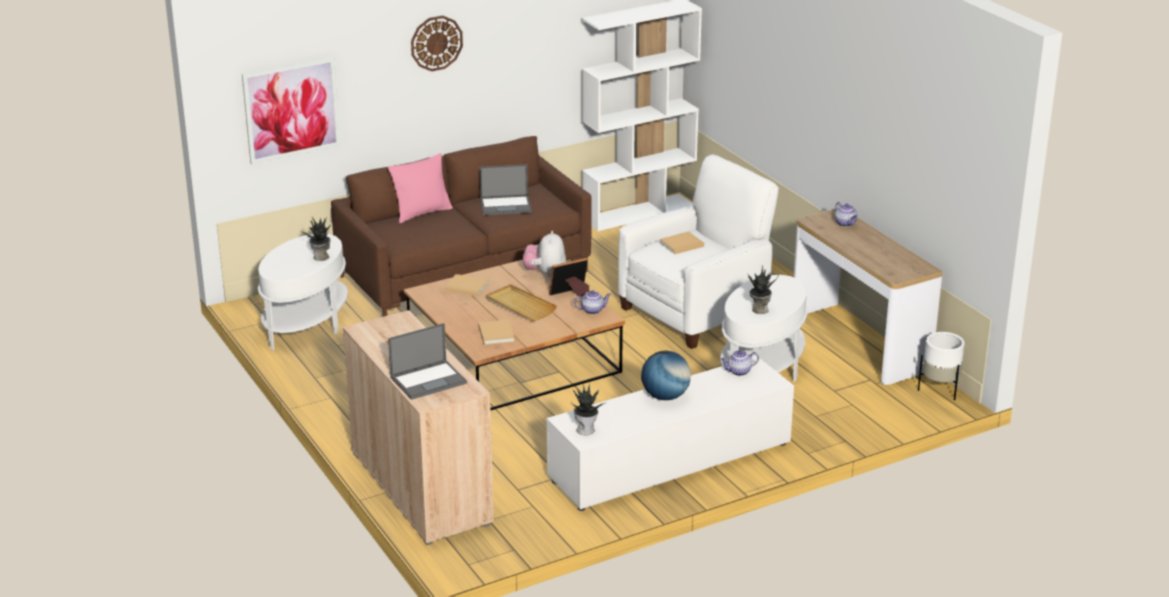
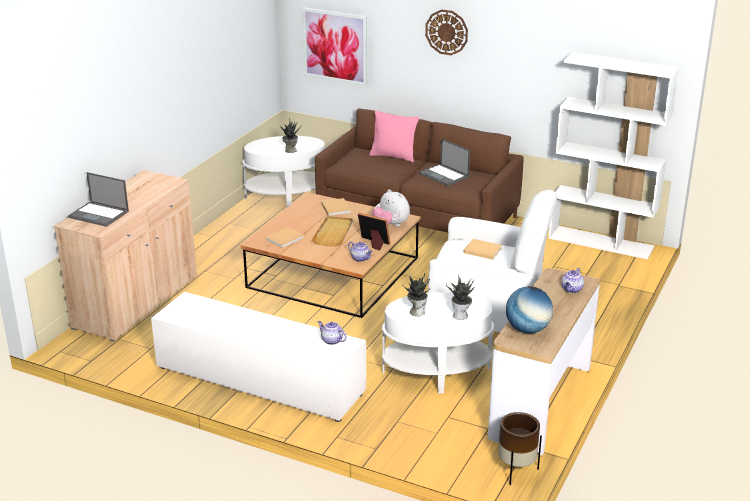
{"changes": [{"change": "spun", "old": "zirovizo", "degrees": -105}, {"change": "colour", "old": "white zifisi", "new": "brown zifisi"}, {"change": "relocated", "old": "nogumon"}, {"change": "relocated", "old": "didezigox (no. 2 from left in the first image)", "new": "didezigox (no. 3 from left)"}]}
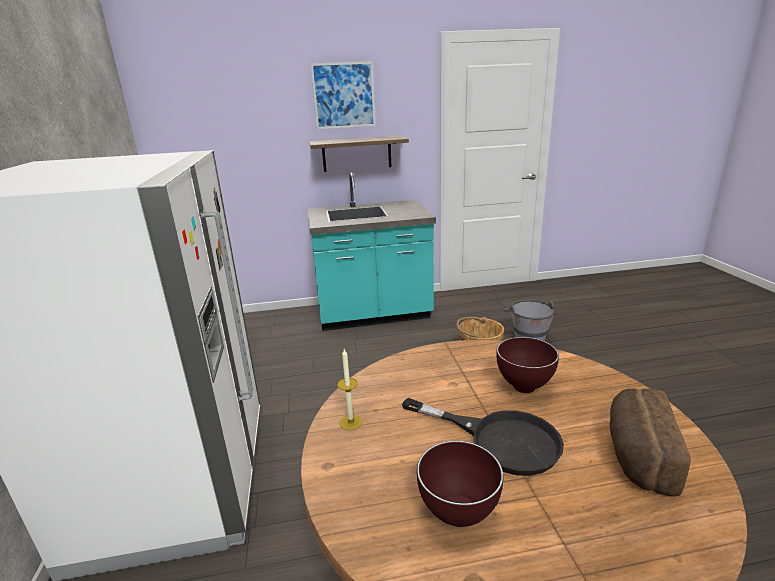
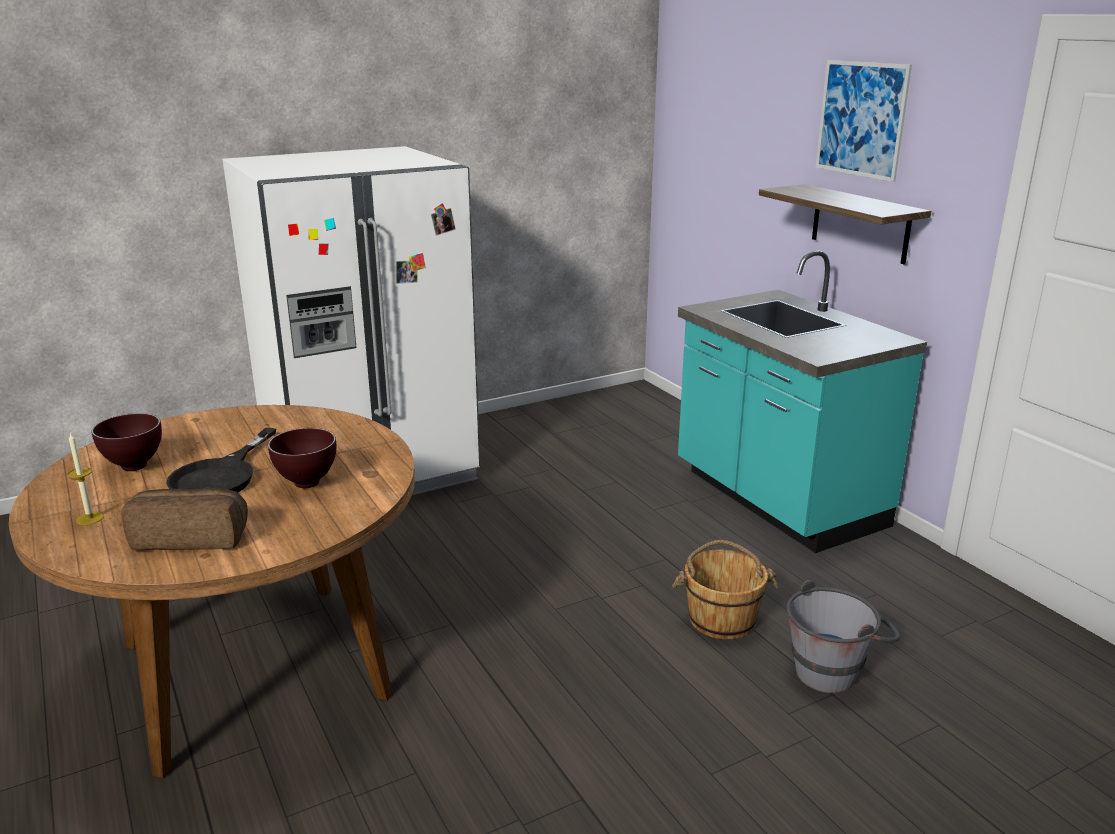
{"changes": [{"change": "relocated", "old": "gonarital"}]}
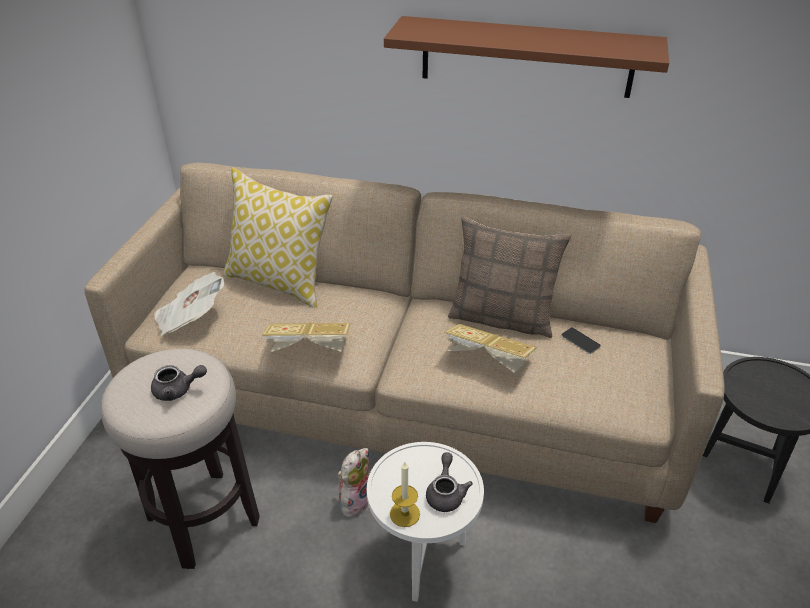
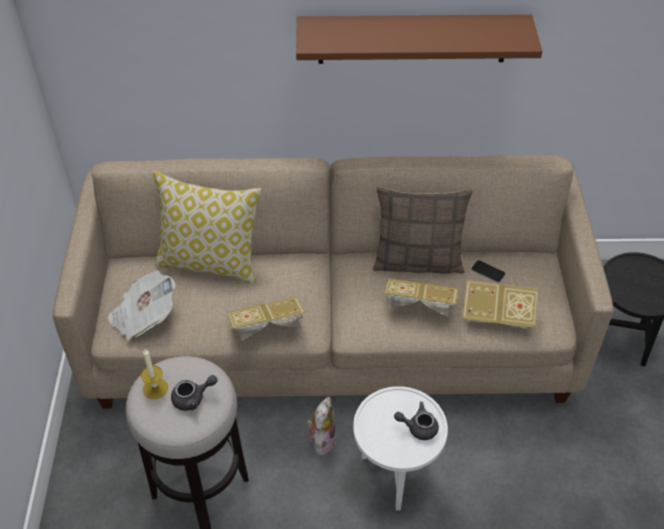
{"changes": [{"change": "spun", "old": "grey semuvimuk (no. 2 from left)", "degrees": -75}, {"change": "relocated", "old": "gonarital"}, {"change": "appeared", "new": "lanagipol (no. 3 from left)"}]}
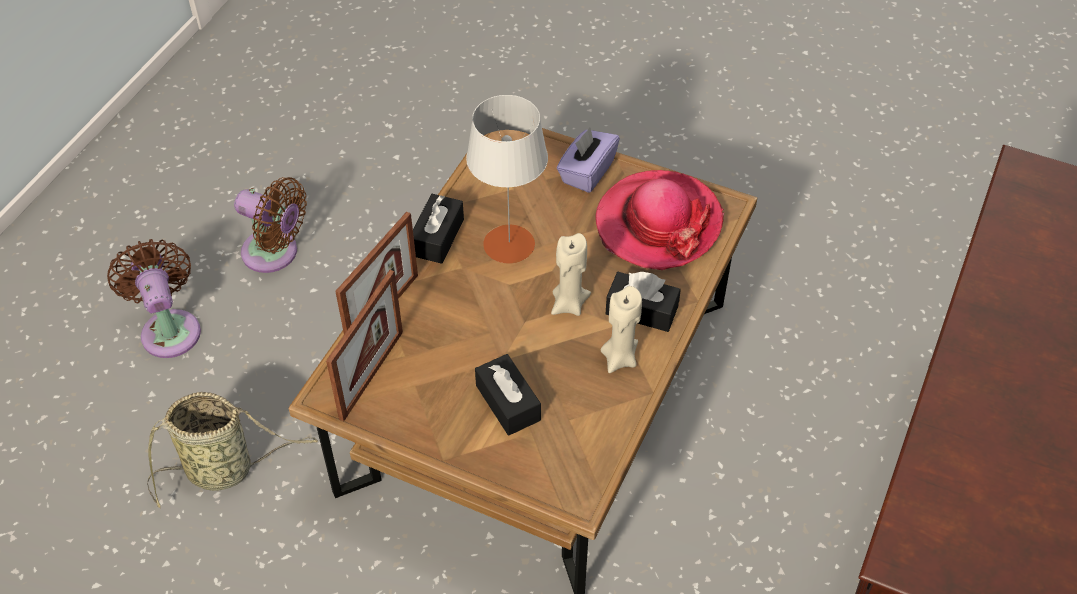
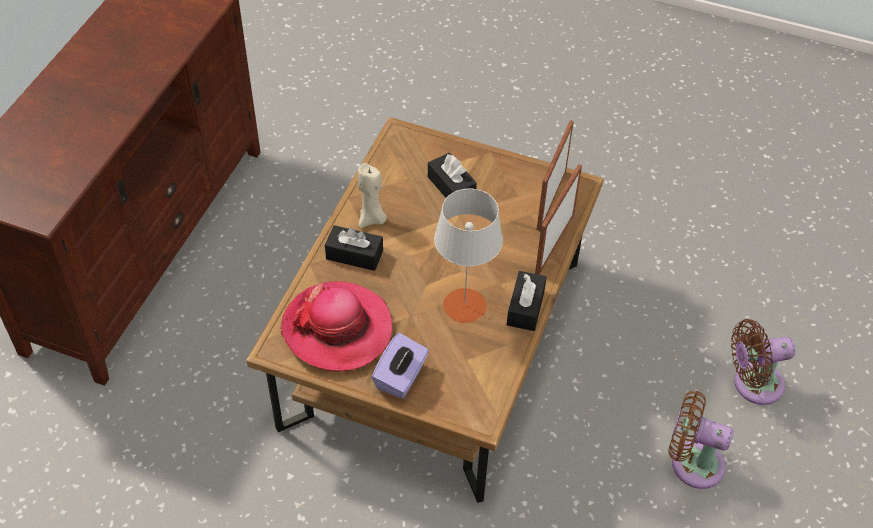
{"changes": [{"change": "missing", "old": "beige gonarital (no. 1 from left)"}, {"change": "spun", "old": "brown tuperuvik (no. 1 from left in the first image)", "degrees": 105}, {"change": "missing", "old": "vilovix"}]}
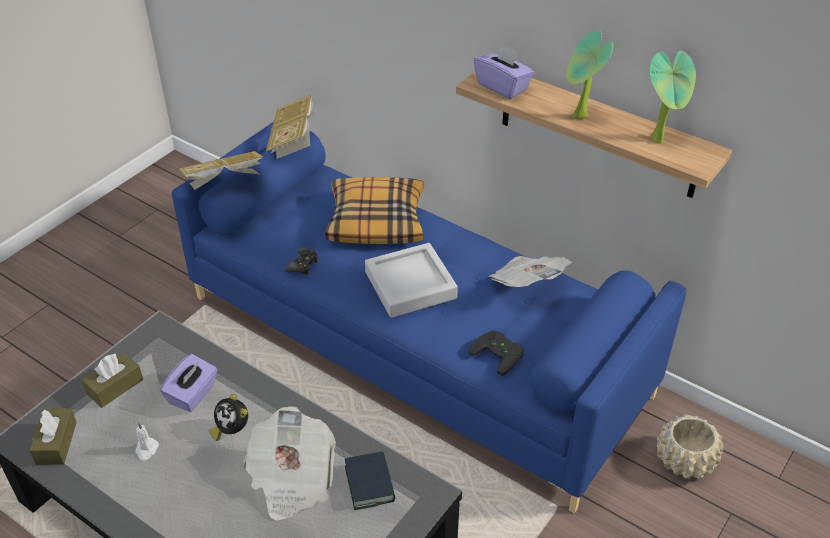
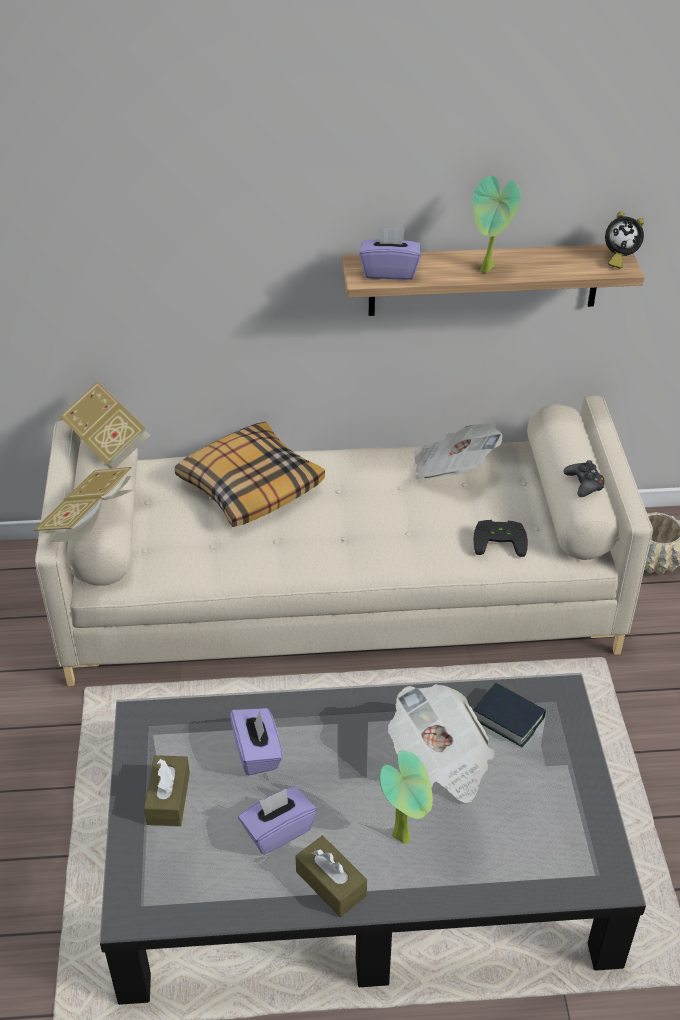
{"changes": [{"change": "relocated", "old": "didezigox (no. 2 from left in the first image)", "new": "didezigox (no. 1 from left)"}, {"change": "colour", "old": "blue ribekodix", "new": "beige ribekodix"}, {"change": "missing", "old": "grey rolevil"}, {"change": "relocated", "old": "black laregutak (no. 1 from left in the first image)", "new": "black laregutak (no. 2 from left)"}, {"change": "relocated", "old": "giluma"}, {"change": "relocated", "old": "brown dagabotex (no. 1 from left in the first image)", "new": "brown dagabotex (no. 2 from left)"}, {"change": "exchanged", "old": "white gonarital", "new": "purple dagabotex (no. 2 from left)"}]}
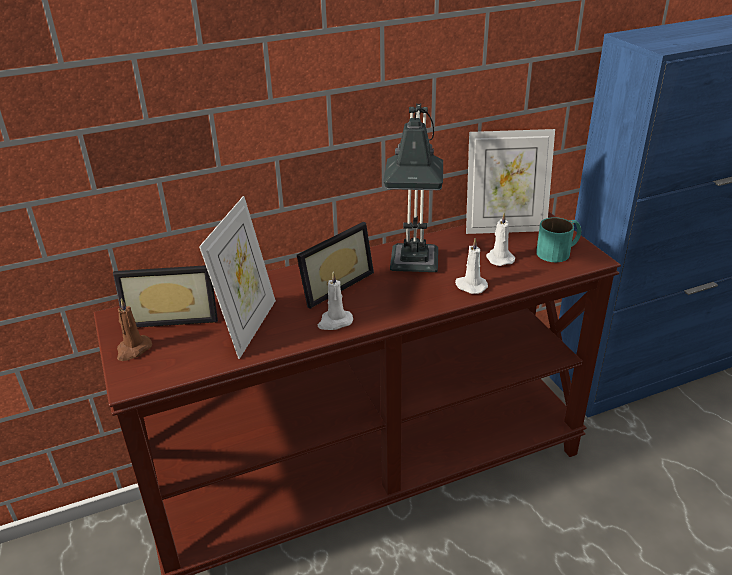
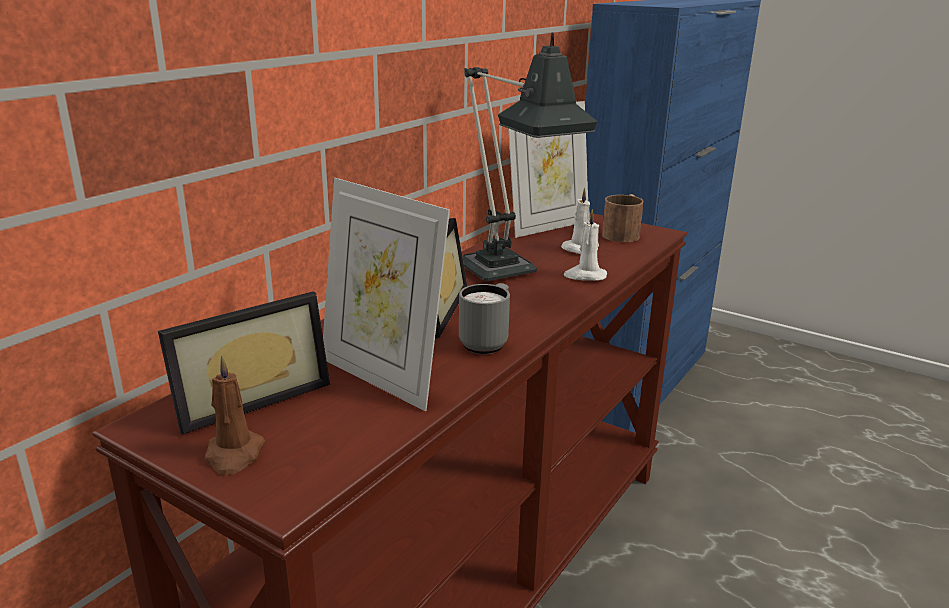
{"changes": [{"change": "spun", "old": "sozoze (no. 2 from left)", "degrees": 150}, {"change": "colour", "old": "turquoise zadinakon", "new": "brown zadinakon"}, {"change": "exchanged", "old": "white gonarital (no. 1 from left)", "new": "grey zadinakon"}]}
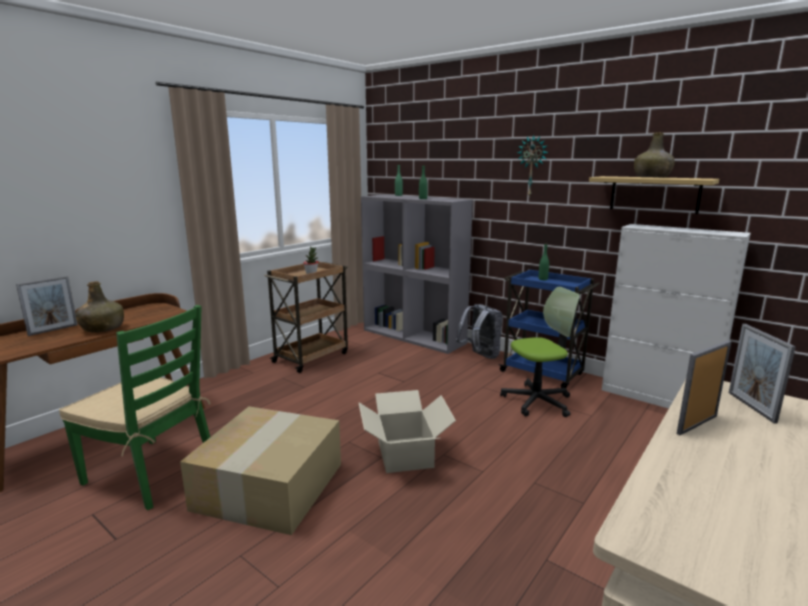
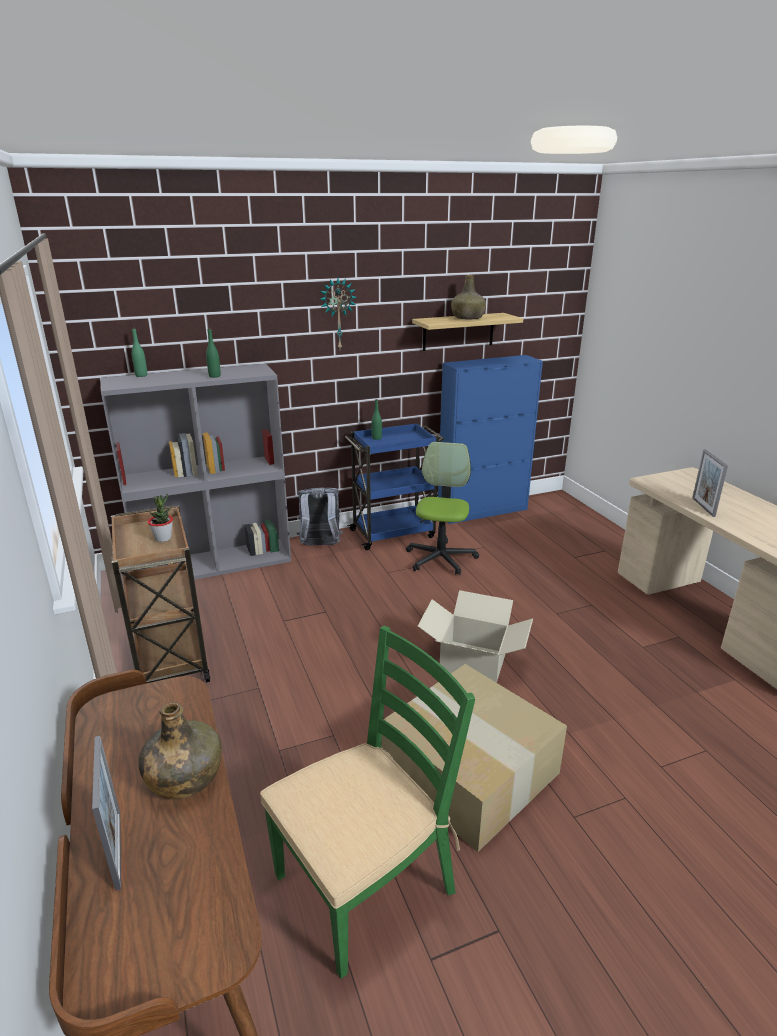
{"changes": [{"change": "colour", "old": "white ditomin", "new": "blue ditomin"}, {"change": "missing", "old": "sozoze (no. 3 from left)"}]}
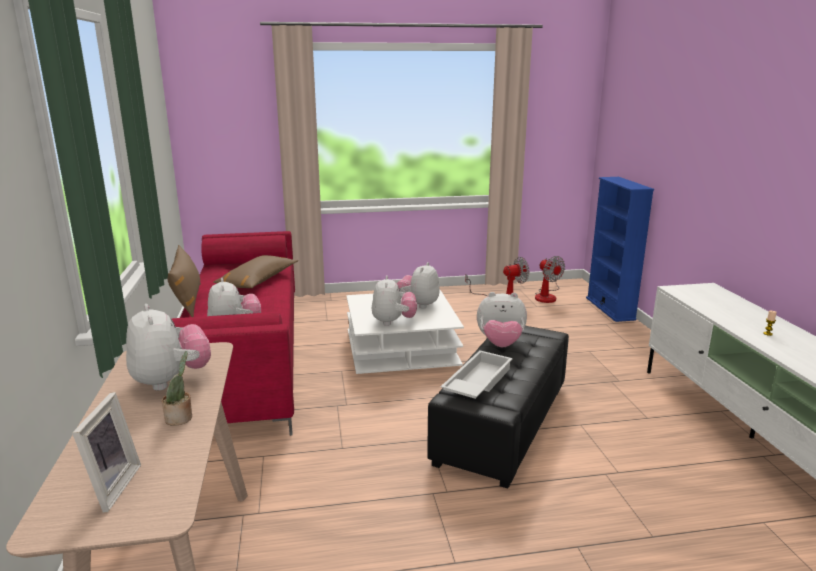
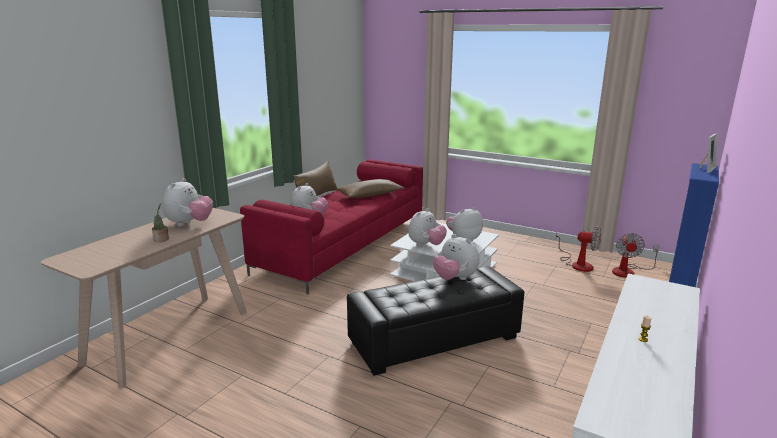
{"changes": [{"change": "missing", "old": "white rolevil"}, {"change": "relocated", "old": "sozoze"}]}
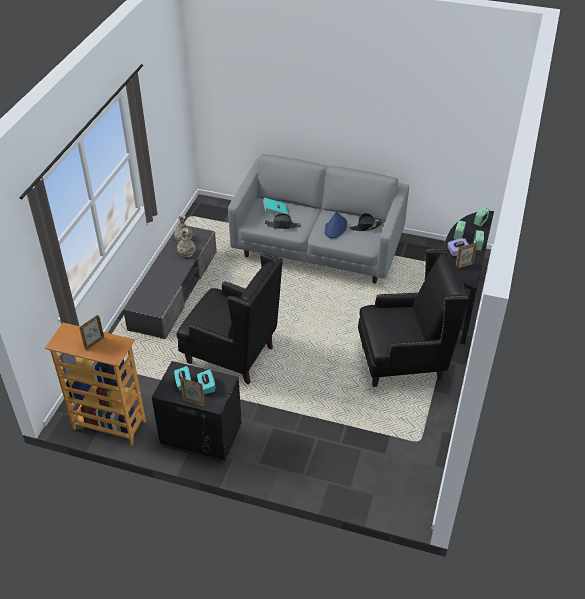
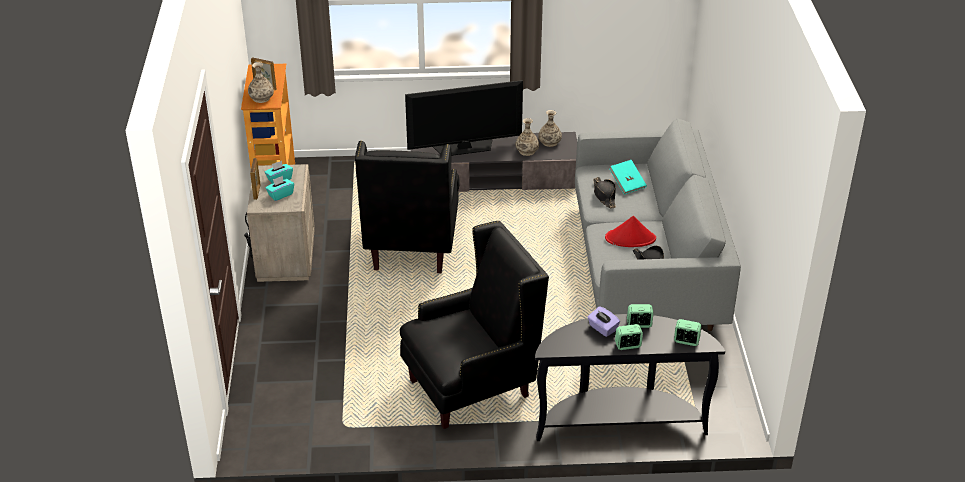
{"changes": [{"change": "colour", "old": "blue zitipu", "new": "red zitipu"}, {"change": "missing", "old": "sozoze (no. 3 from left)"}, {"change": "spun", "old": "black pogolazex (no. 2 from left)", "degrees": -90}, {"change": "colour", "old": "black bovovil", "new": "beige bovovil"}, {"change": "appeared", "new": "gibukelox (no. 1 from left)"}, {"change": "appeared", "new": "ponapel"}]}
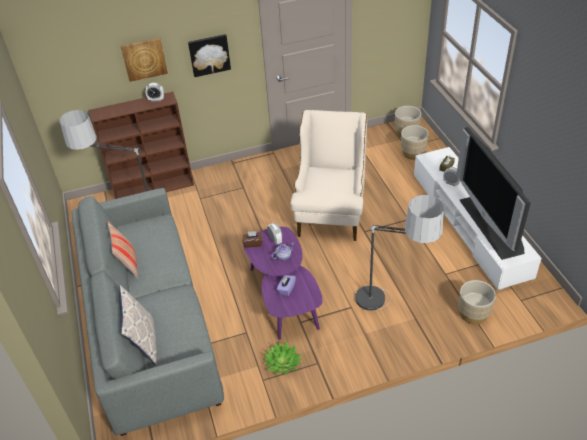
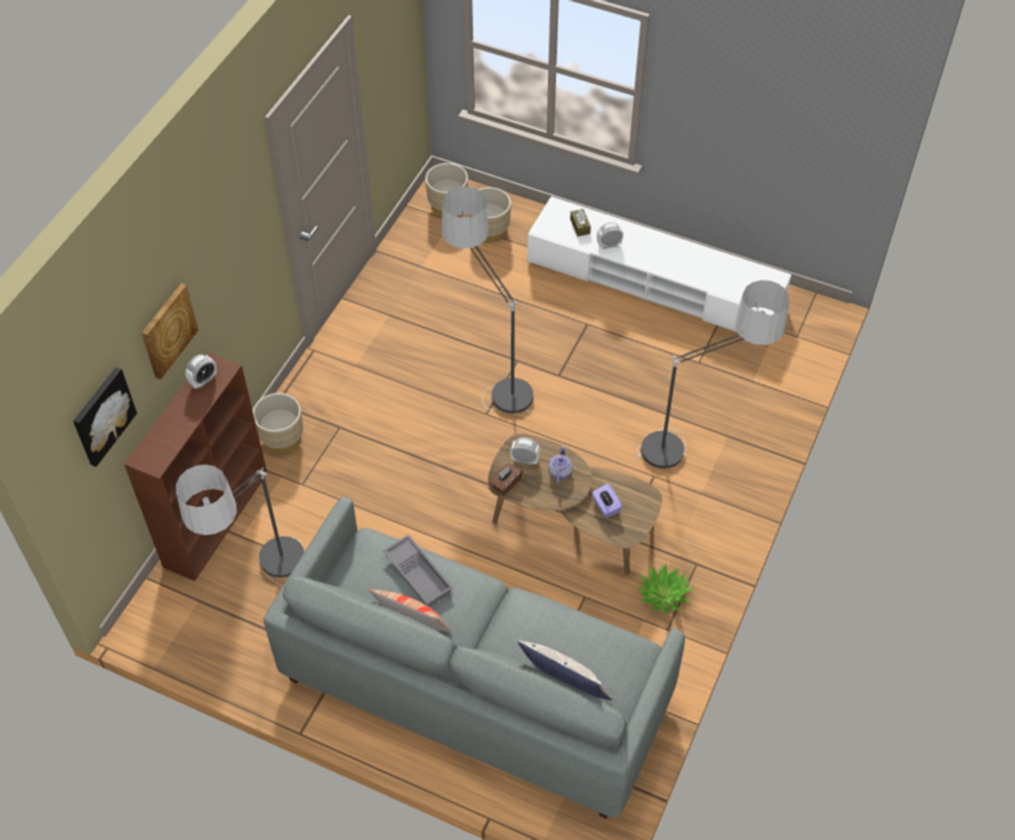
{"changes": [{"change": "relocated", "old": "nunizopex (no. 2 from left in the first image)", "new": "nunizopex (no. 1 from left)"}, {"change": "exchanged", "old": "beige pogolazex", "new": "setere (no. 2 from left)"}, {"change": "missing", "old": "ponapel"}, {"change": "colour", "old": "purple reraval", "new": "brown reraval"}, {"change": "relocated", "old": "beige zifisi (no. 3 from left in the first image)", "new": "beige zifisi (no. 1 from left)"}, {"change": "appeared", "new": "grey rolevil"}]}
